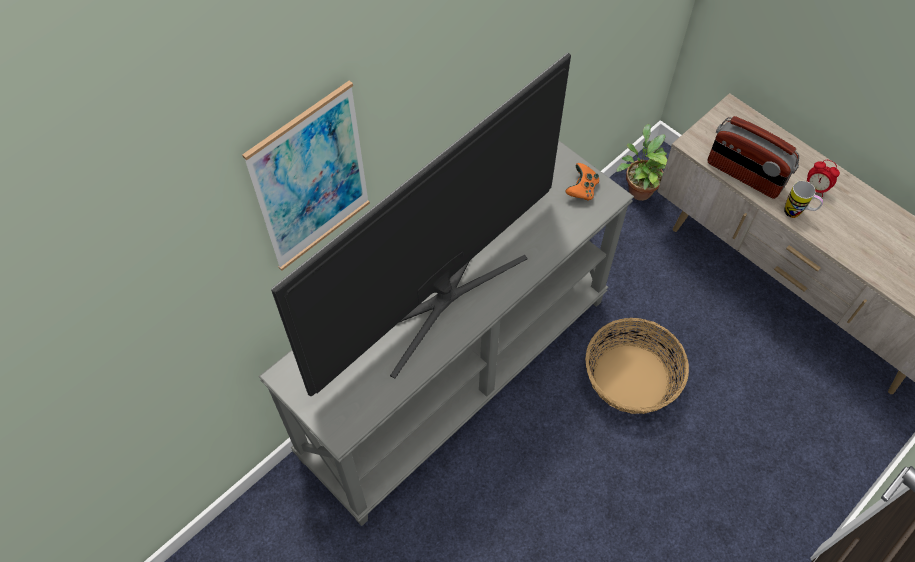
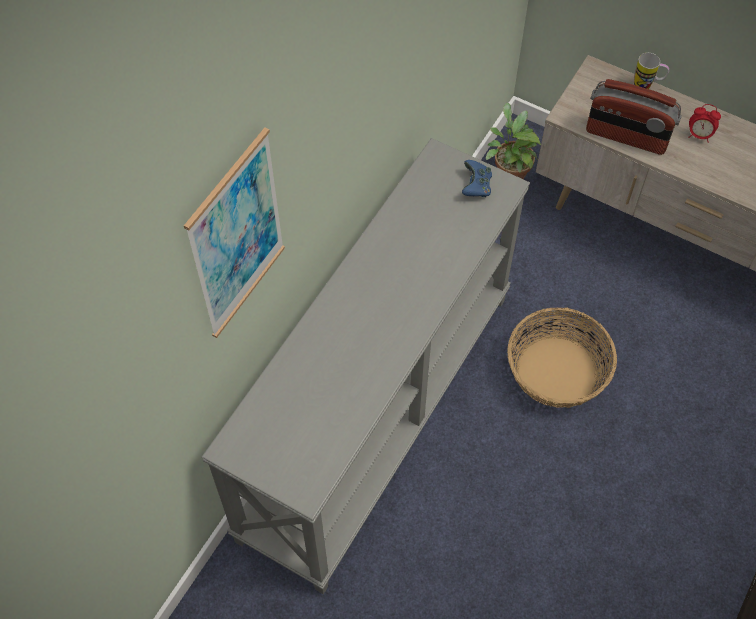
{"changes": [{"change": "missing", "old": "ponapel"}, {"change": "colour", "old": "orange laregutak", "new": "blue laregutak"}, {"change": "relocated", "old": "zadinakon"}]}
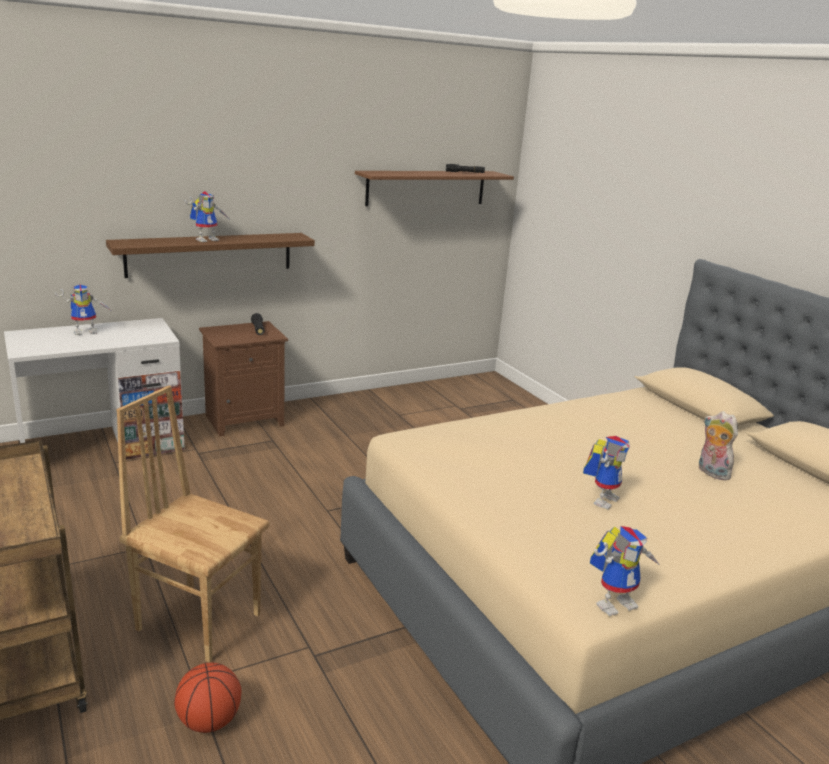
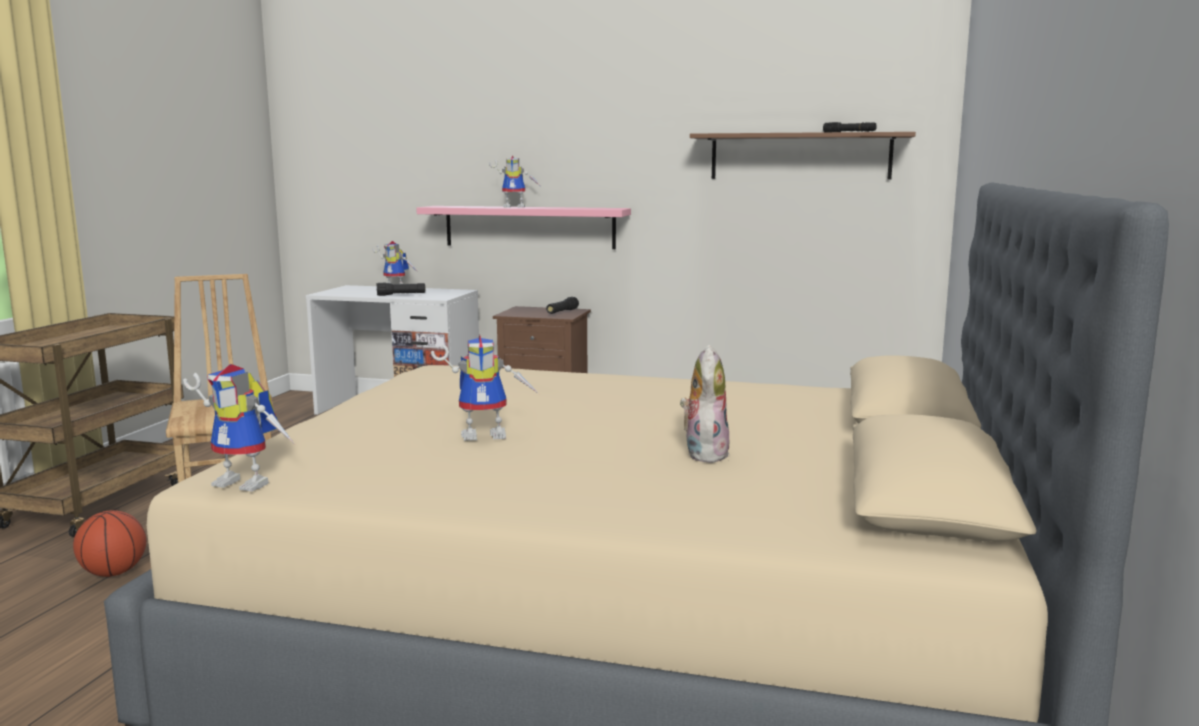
{"changes": [{"change": "colour", "old": "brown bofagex (no. 1 from left)", "new": "pink bofagex"}, {"change": "appeared", "new": "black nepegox (no. 1 from left)"}]}
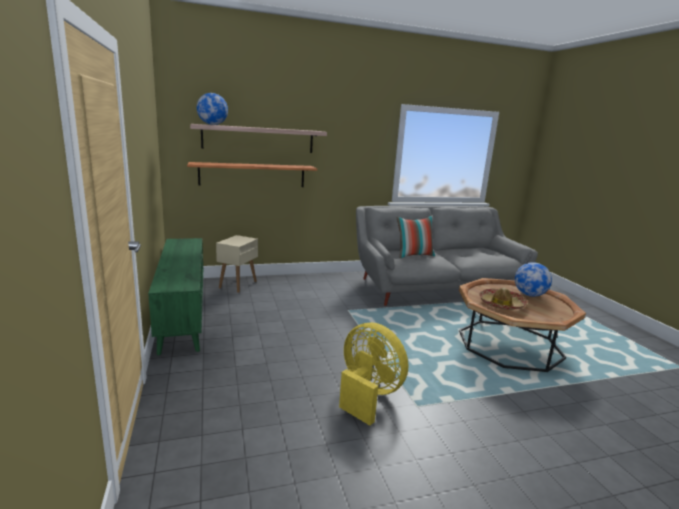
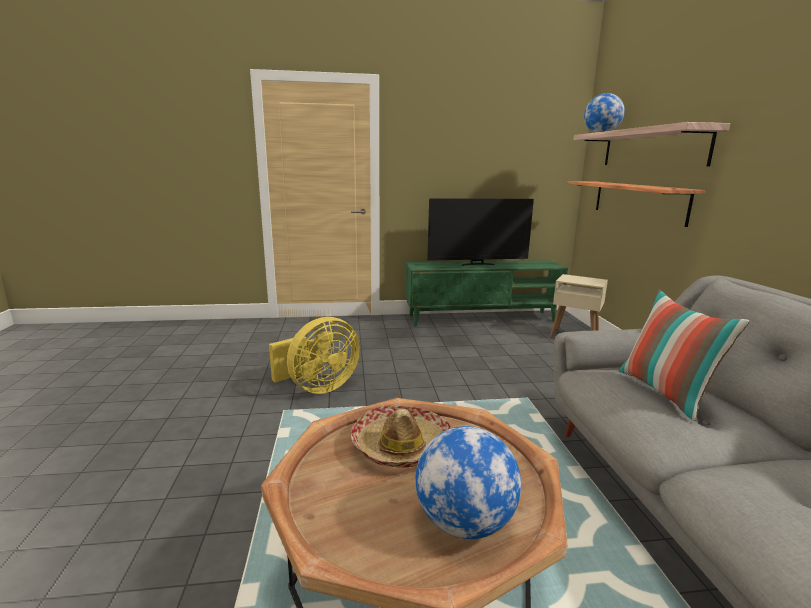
{"changes": [{"change": "appeared", "new": "ponapel"}]}
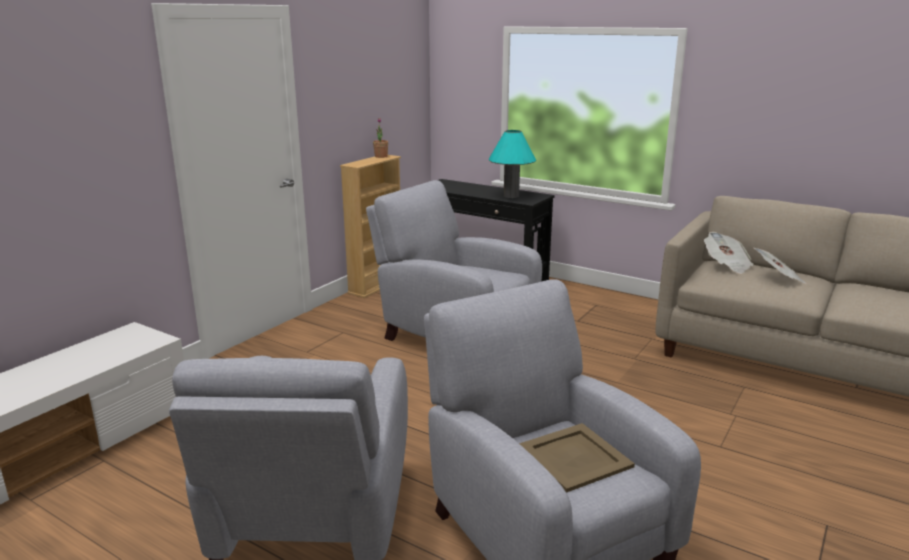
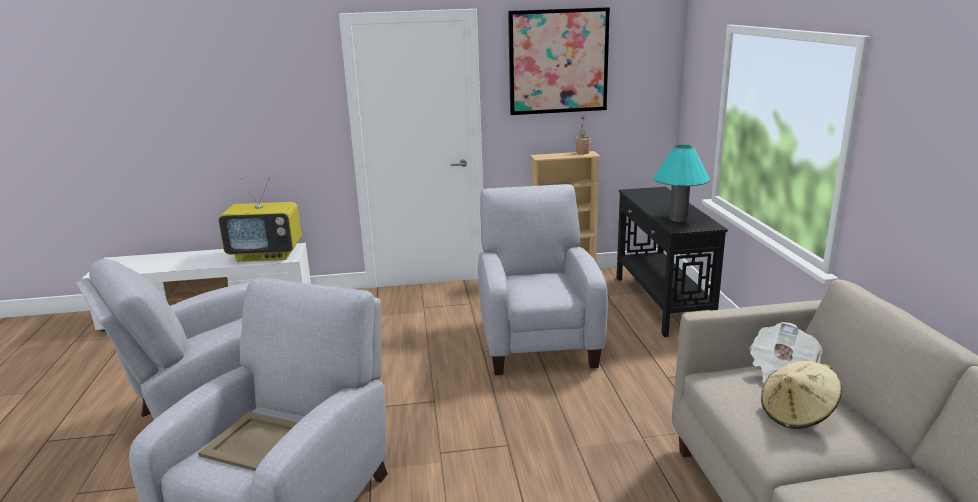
{"changes": [{"change": "exchanged", "old": "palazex (no. 2 from left)", "new": "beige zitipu"}, {"change": "appeared", "new": "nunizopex"}, {"change": "appeared", "new": "ponapel"}]}
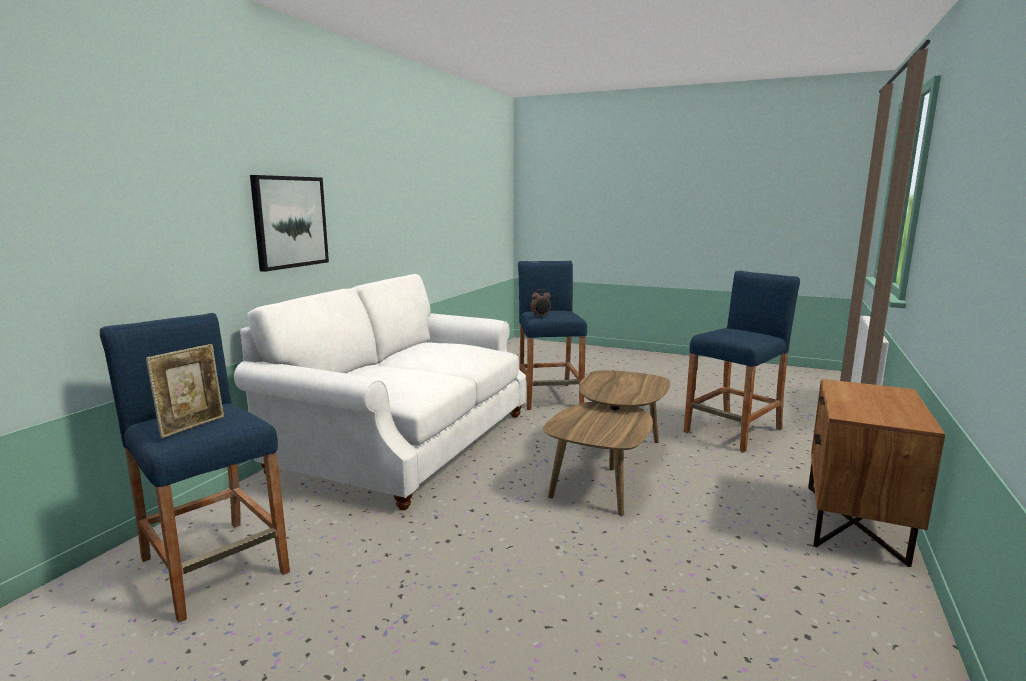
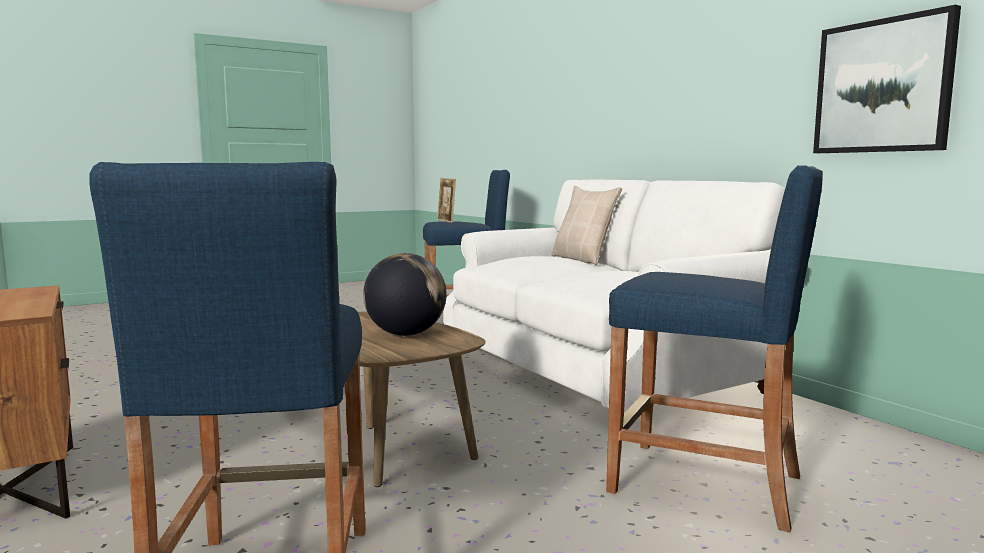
{"changes": [{"change": "relocated", "old": "nunizopex"}, {"change": "missing", "old": "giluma"}, {"change": "appeared", "new": "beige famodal"}, {"change": "appeared", "new": "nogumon"}]}
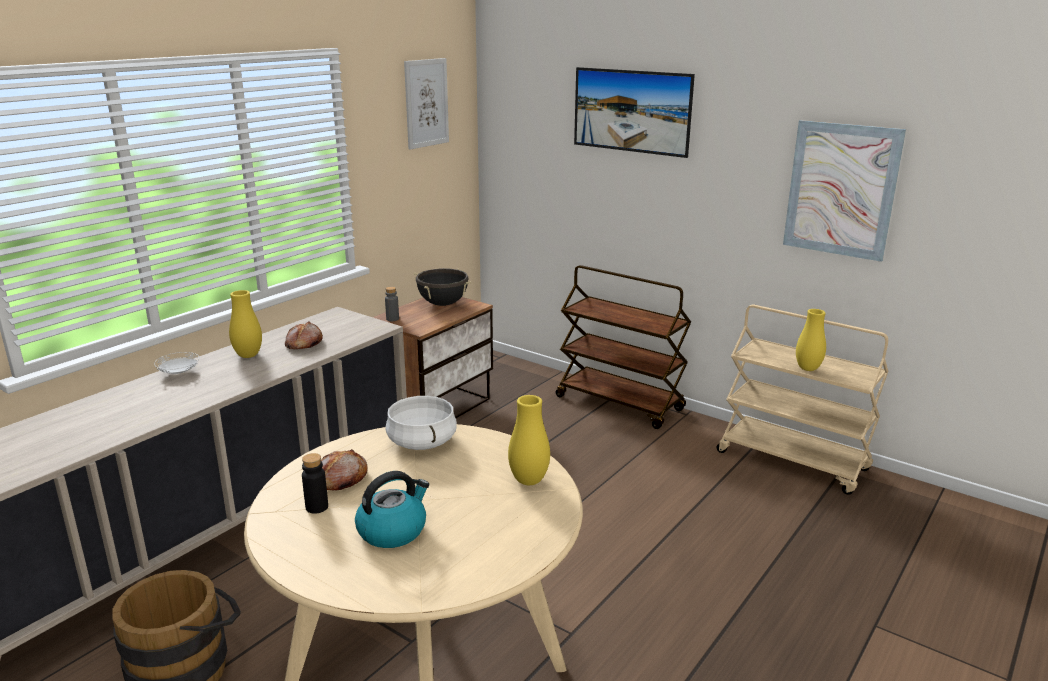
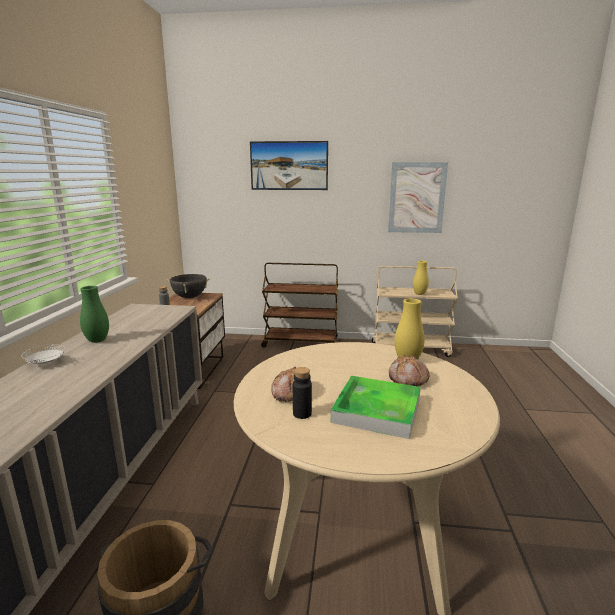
{"changes": [{"change": "missing", "old": "nunizopex (no. 1 from left)"}, {"change": "colour", "old": "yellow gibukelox (no. 1 from left)", "new": "green gibukelox"}, {"change": "relocated", "old": "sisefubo (no. 1 from left in the first image)", "new": "sisefubo (no. 2 from left)"}, {"change": "missing", "old": "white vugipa"}, {"change": "exchanged", "old": "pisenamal", "new": "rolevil"}]}
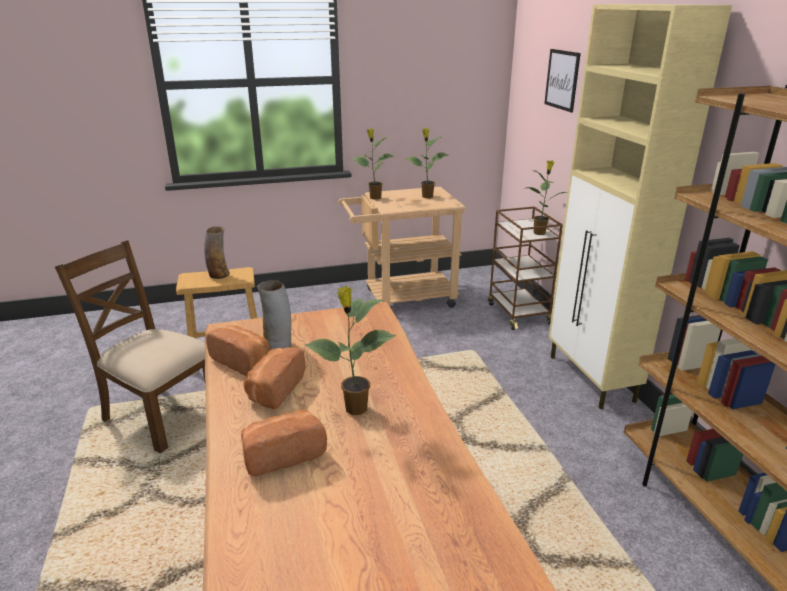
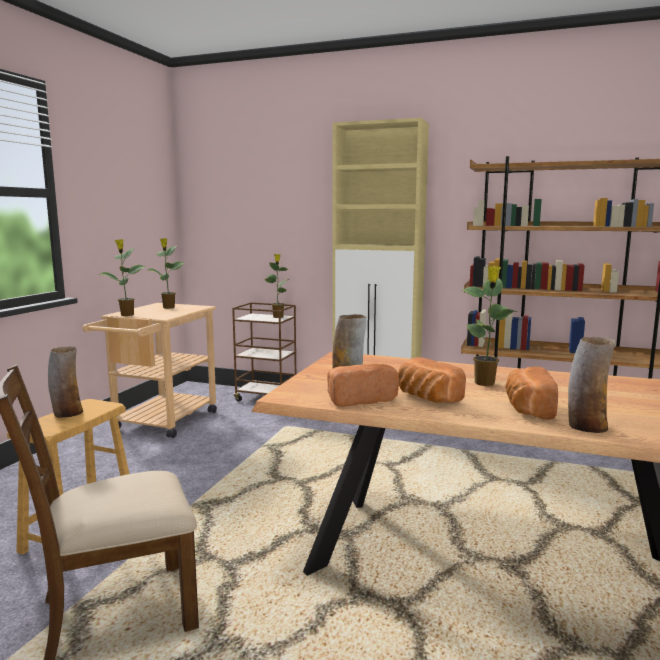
{"changes": [{"change": "missing", "old": "nunizopex"}, {"change": "appeared", "new": "gibukelox (no. 3 from left)"}]}
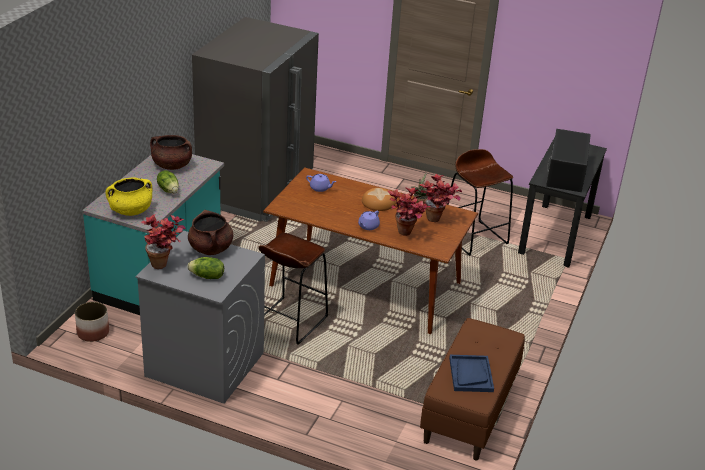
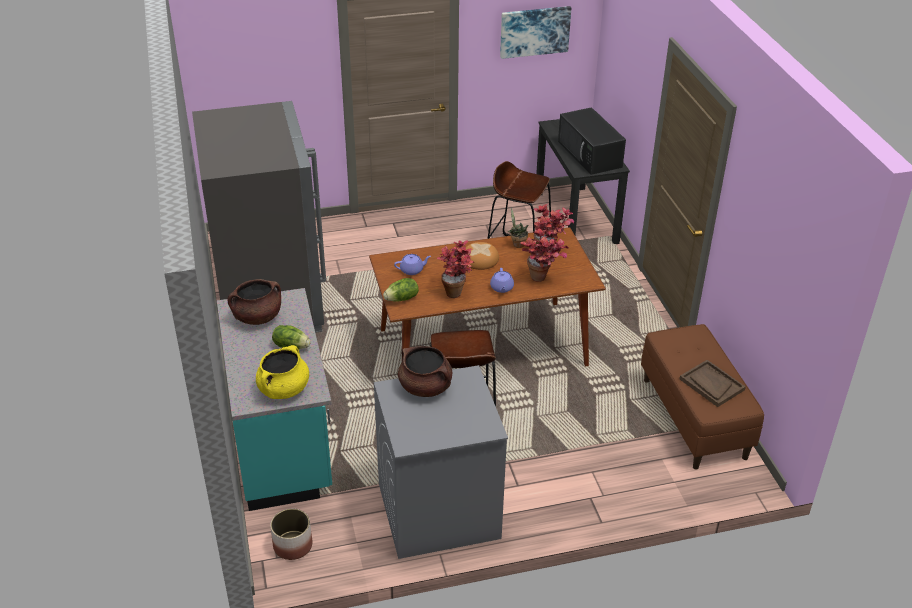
{"changes": [{"change": "relocated", "old": "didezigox (no. 1 from left)"}, {"change": "relocated", "old": "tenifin (no. 2 from left)"}, {"change": "colour", "old": "blue rolevil", "new": "brown rolevil"}, {"change": "appeared", "new": "nunizopex"}]}
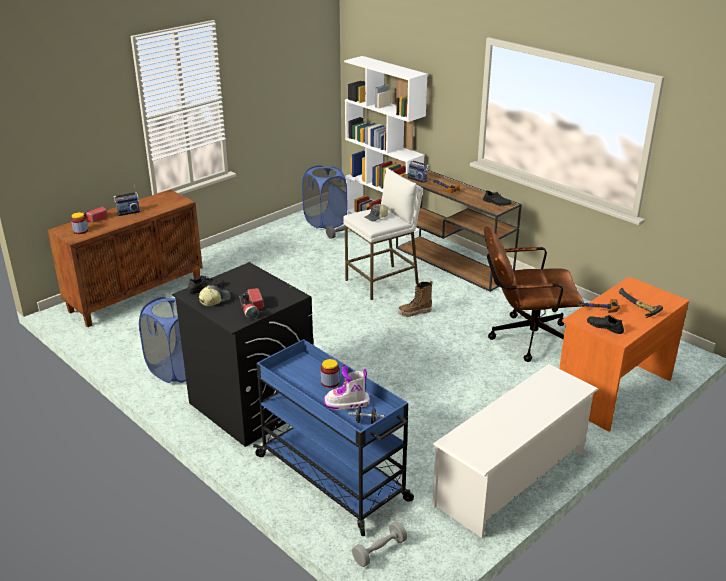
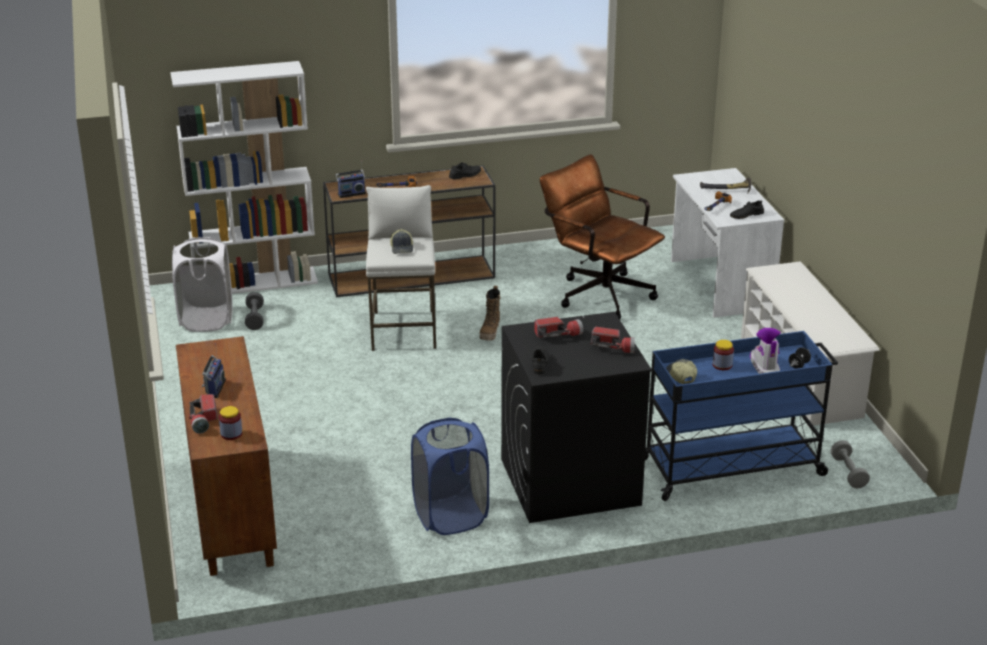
{"changes": [{"change": "colour", "old": "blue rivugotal (no. 2 from left)", "new": "white rivugotal"}, {"change": "spun", "old": "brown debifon", "degrees": 105}, {"change": "colour", "old": "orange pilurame", "new": "white pilurame"}, {"change": "relocated", "old": "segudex (no. 1 from left in the first image)", "new": "segudex (no. 2 from left)"}, {"change": "spun", "old": "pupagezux (no. 1 from left in the first image)", "degrees": 150}, {"change": "appeared", "new": "nepegox (no. 2 from left)"}]}
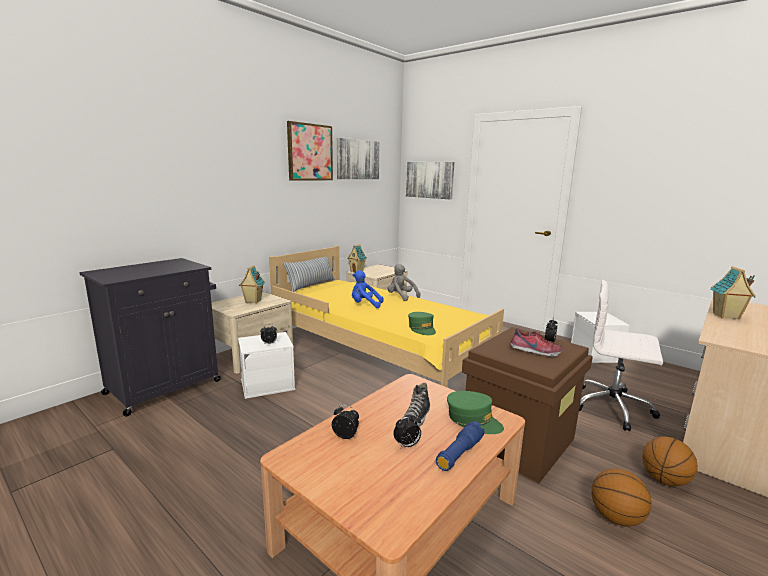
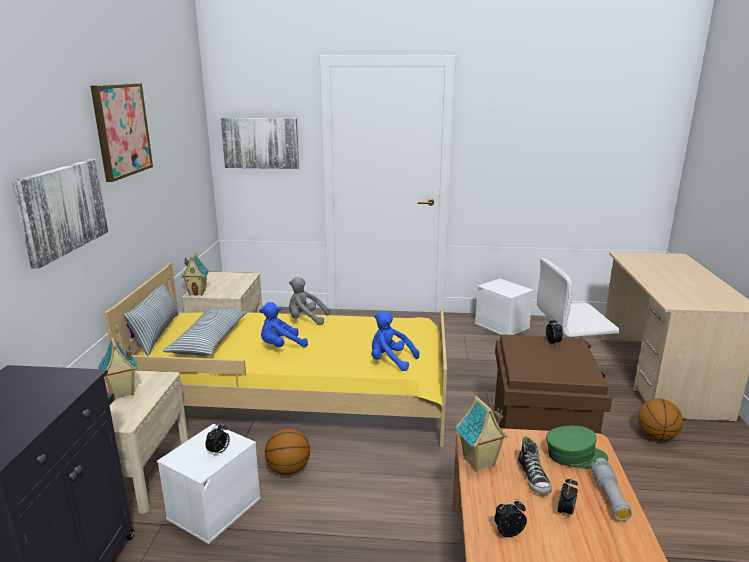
{"changes": [{"change": "relocated", "old": "nunizopex (no. 2 from left in the first image)", "new": "nunizopex (no. 1 from left)"}, {"change": "relocated", "old": "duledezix (no. 3 from left)"}, {"change": "exchanged", "old": "green segudex (no. 1 from left)", "new": "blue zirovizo (no. 2 from left)"}, {"change": "missing", "old": "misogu (no. 2 from left)"}, {"change": "colour", "old": "blue nepegox", "new": "grey nepegox"}, {"change": "relocated", "old": "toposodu (no. 1 from left)"}, {"change": "appeared", "new": "famodal (no. 2 from left)"}]}
